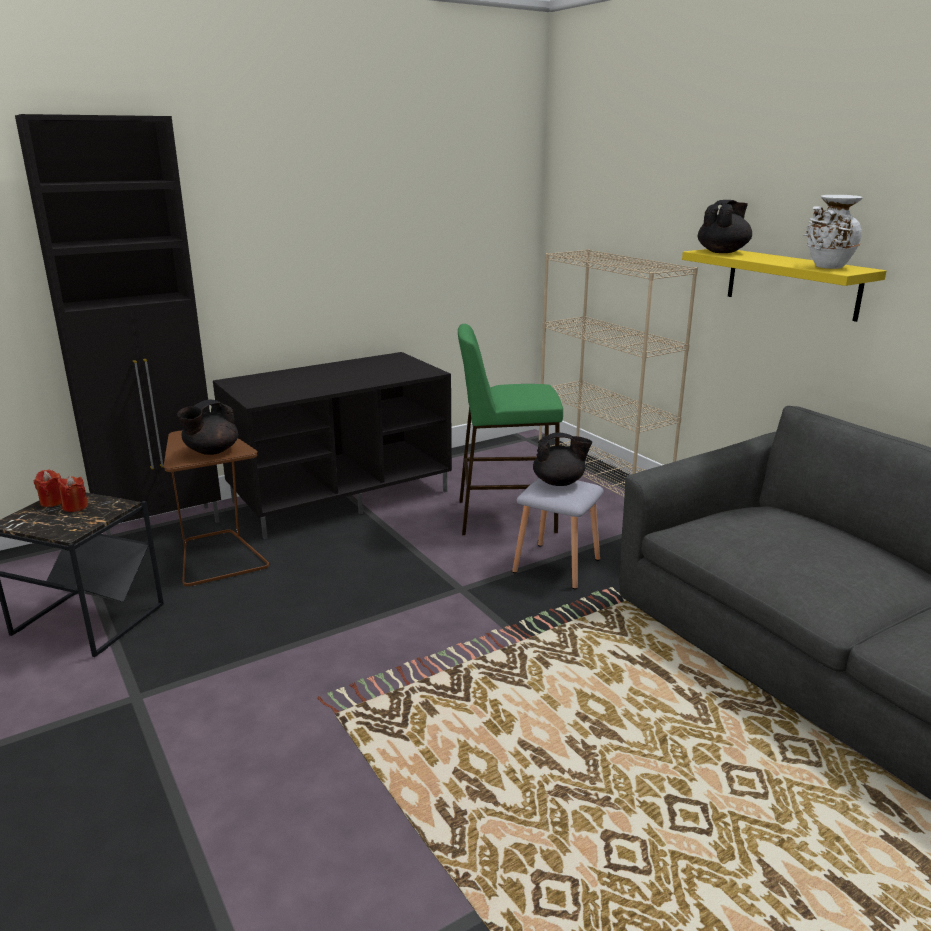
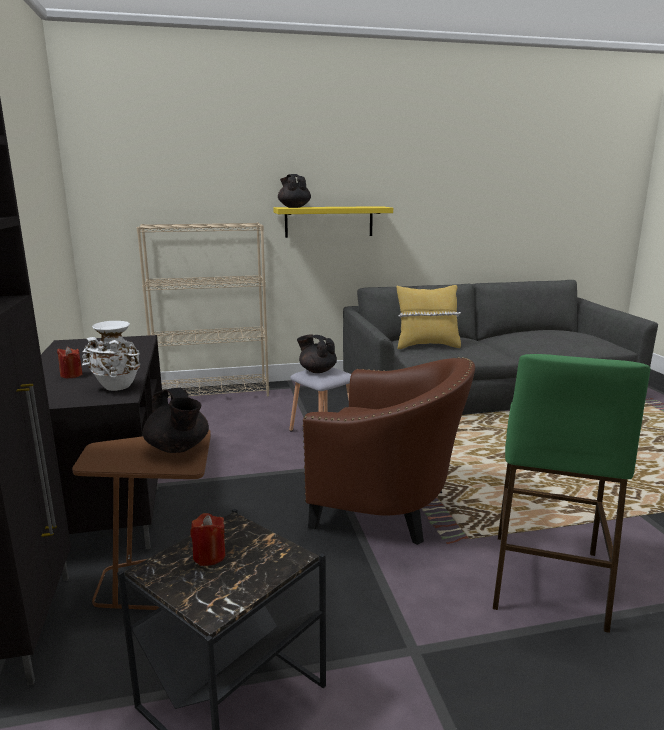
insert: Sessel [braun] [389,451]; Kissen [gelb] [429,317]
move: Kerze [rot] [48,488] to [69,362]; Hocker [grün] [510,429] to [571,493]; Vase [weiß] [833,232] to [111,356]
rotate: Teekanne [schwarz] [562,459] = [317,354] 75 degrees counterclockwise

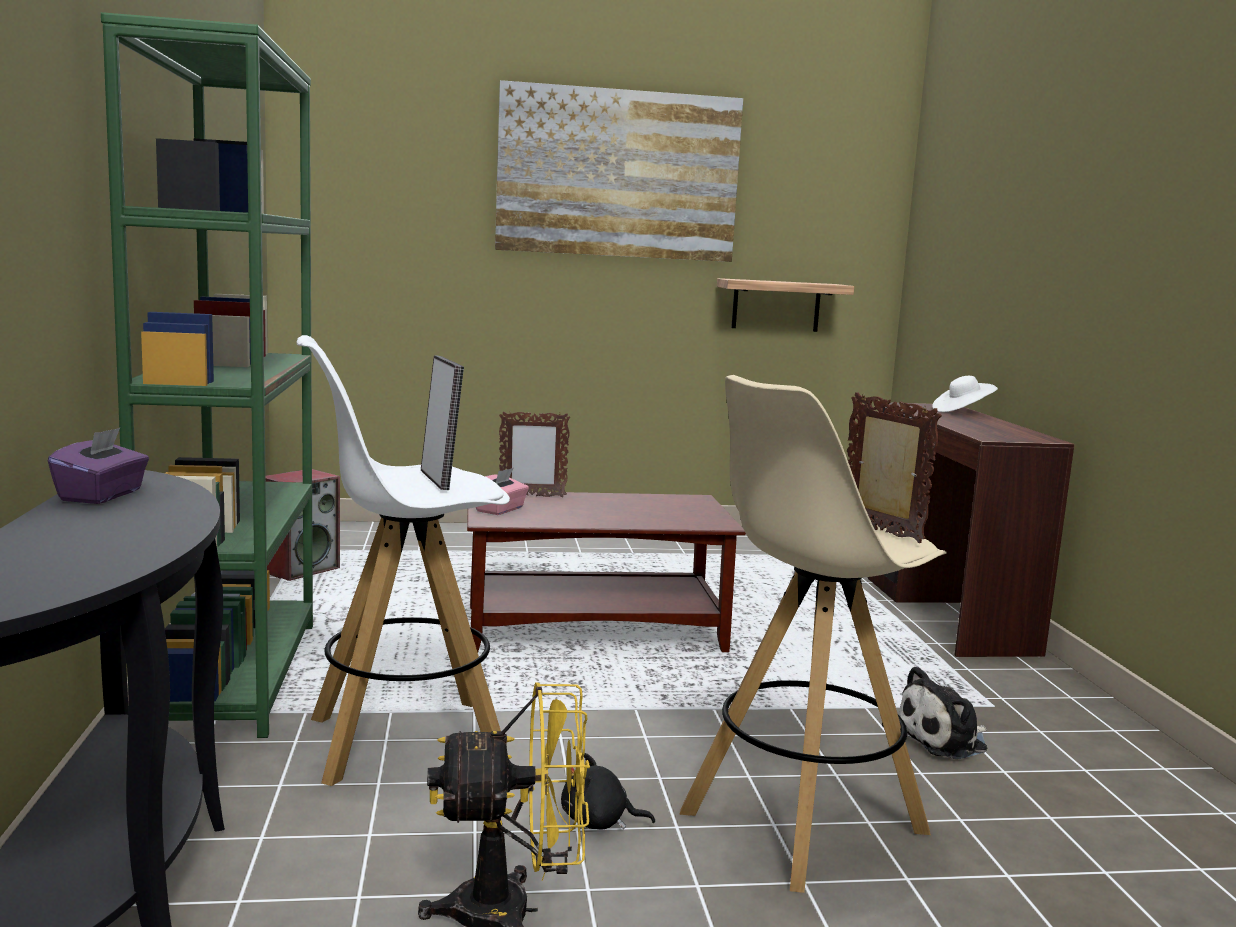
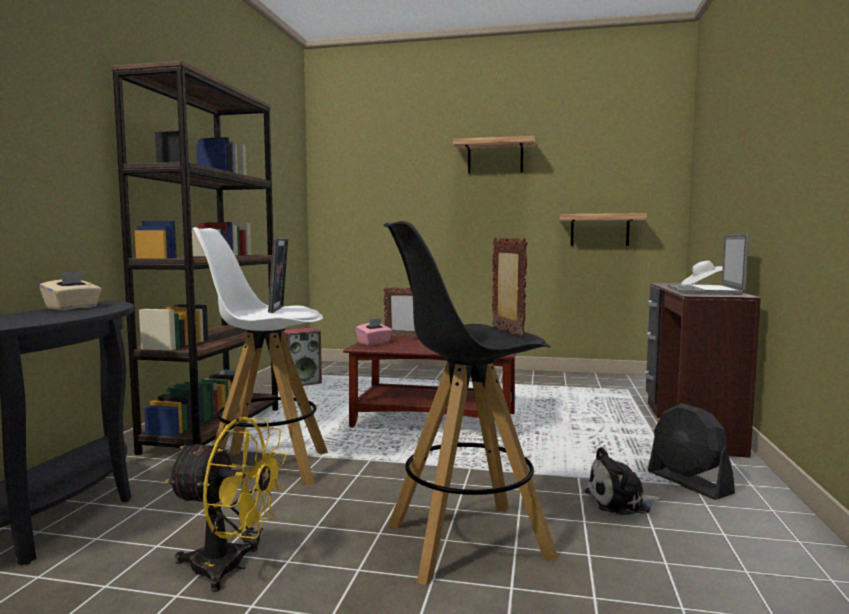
delete: Plüschtier [schwarz] [608,791]
insert: Ventilator [schwarz] [691,451]; Laptop [708,264]
replace: Bild [619,171] to Wandregal [494,155]
recolor: Taschentuchbox [lila] [98,466] to Taschentuchbox [beige] [70,290]; Bücherregal [grün] [207,375] to Bücherregal [braun] [194,257]; Hocker [beige] [813,634] to Hocker [schwarz] [470,403]

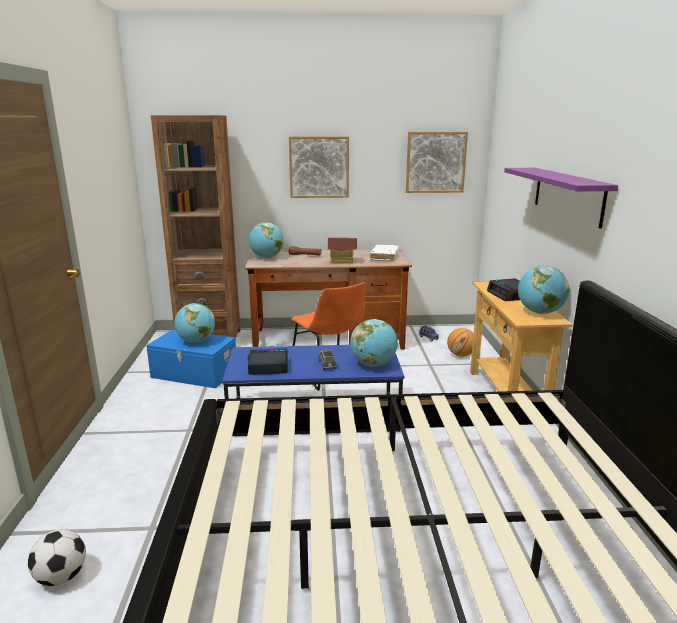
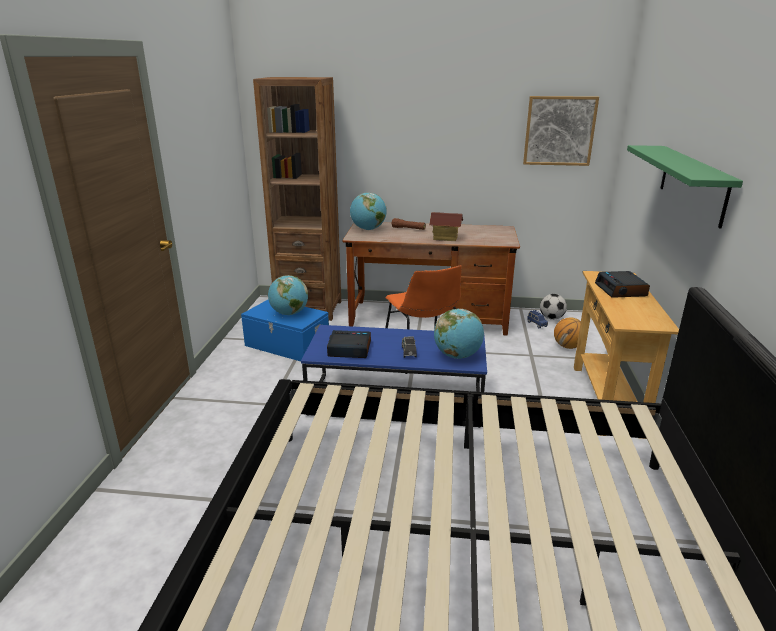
delete: Bild [319,167]; Buch [weiß] [384,252]; Globus [543,290]
move: Fußball [57,557] to [553,307]
recolor: Wandregal [lila] [561,198] to Wandregal [grün] [685,187]

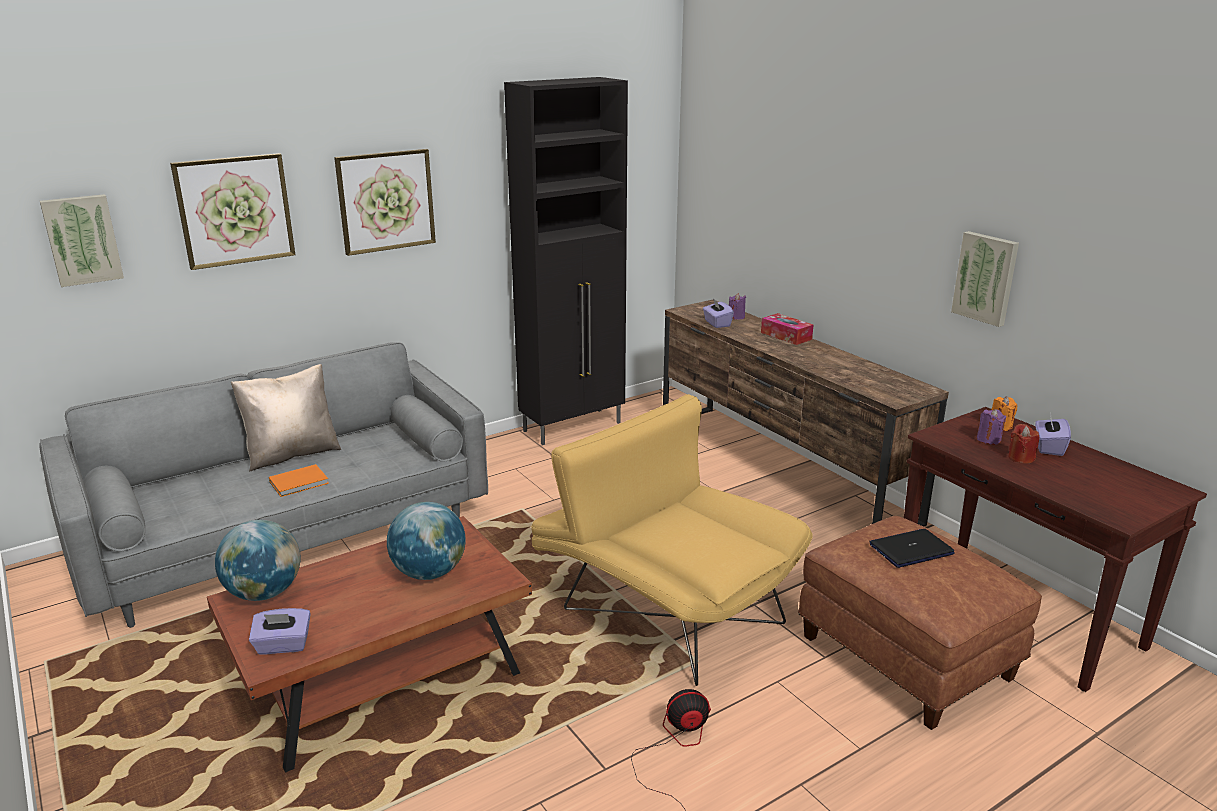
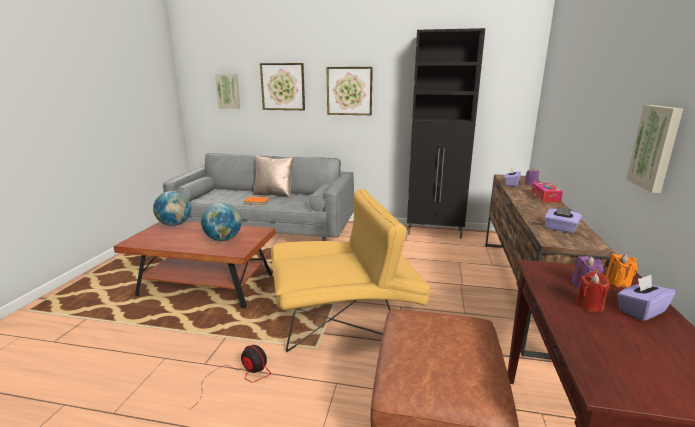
delete: Laptop [912,548]
move: Taschentuchbox [lila] [280,631] to [563,219]
rotate: Sessel [gelb] [672,540] = [351,270] 75 degrees clockwise

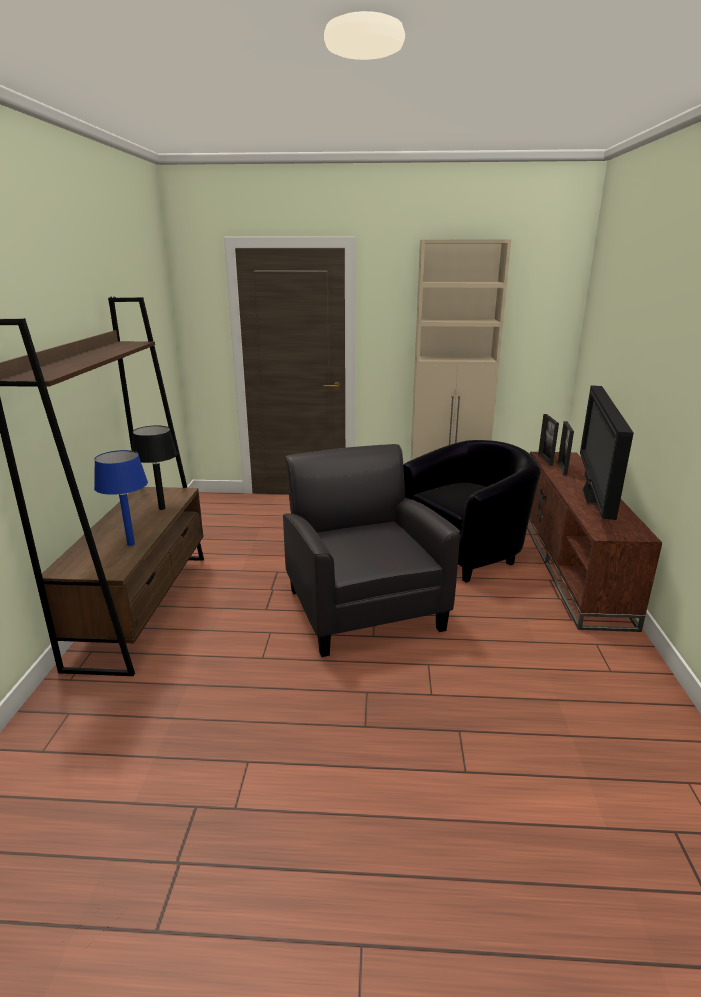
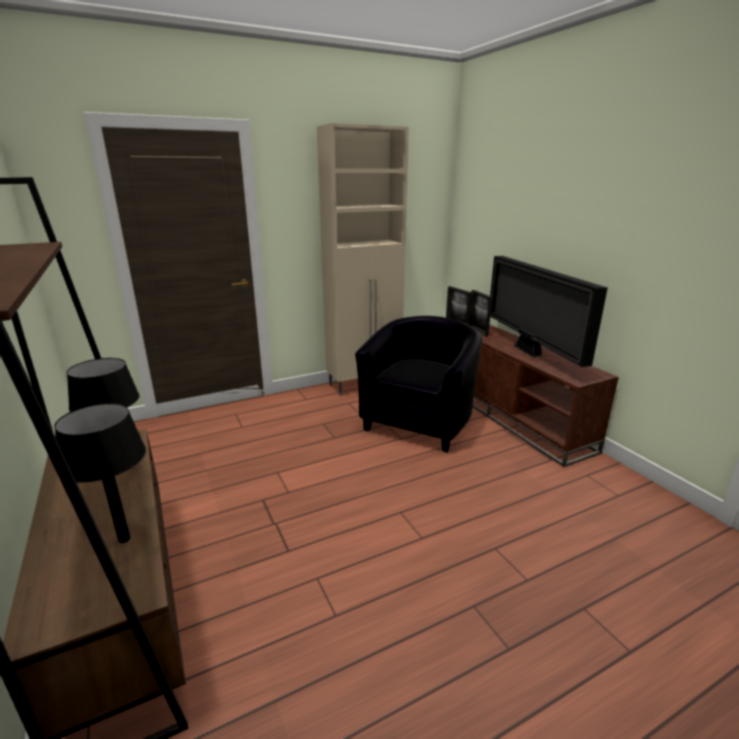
delete: Sessel [schwarz] [371,550]
recolor: Tischlampe [blau] [121,498] to Tischlampe [schwarz] [100,473]

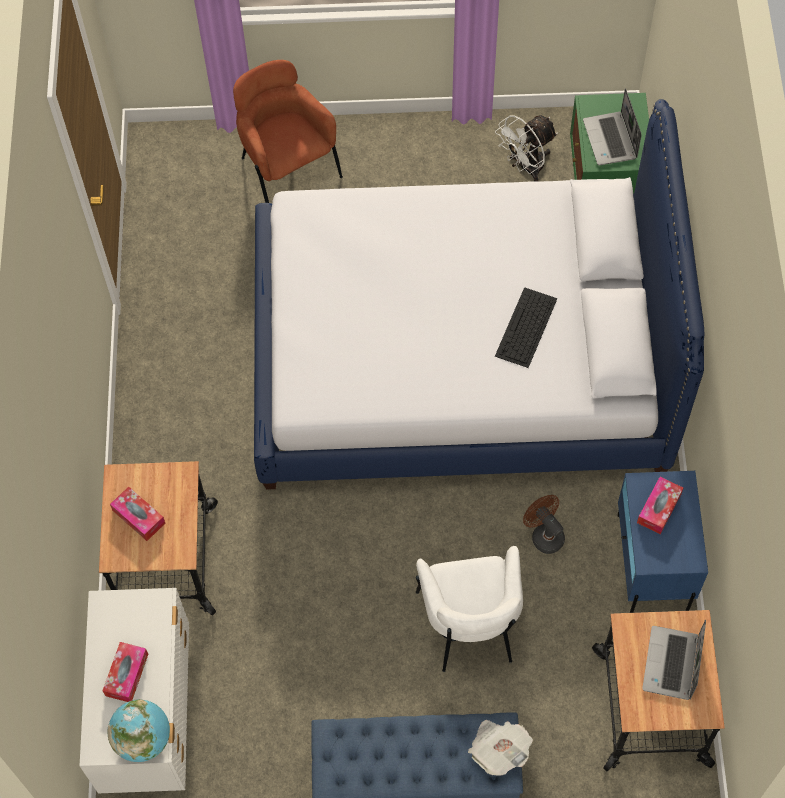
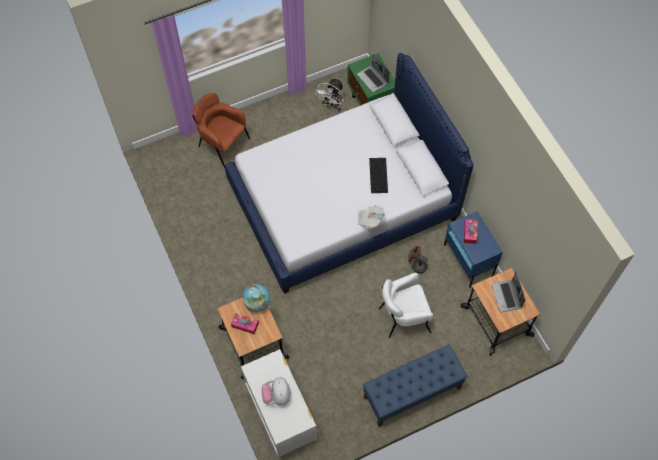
move: Globus [138,730] to [256,298]; Zeitung [500,748] to [371,216]
replace: Taschentuchbox [125,672] to Plüschtier [276,391]
rotate: Sessel [weiß] [469,609] = [406,305] 105 degrees clockwise

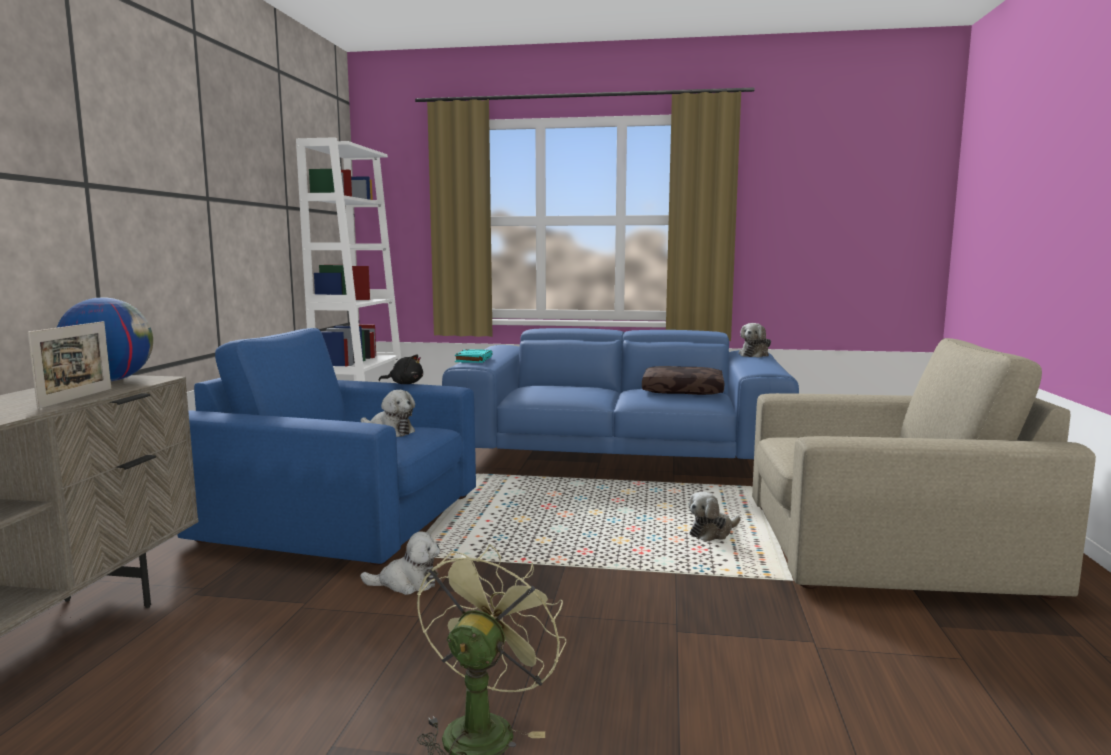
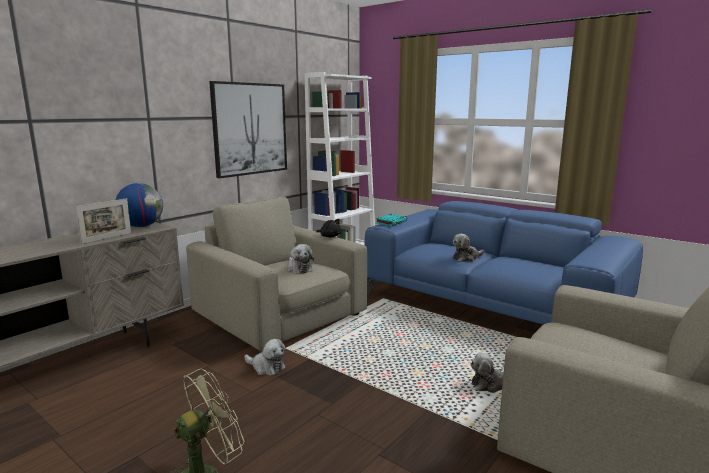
delete: Kissen [braun] [683,380]
insert: Bild [248,129]
move: Plüschtier [755,340] to [469,248]
recolor: Sessel [blau] [326,446] to Sessel [beige] [276,274]

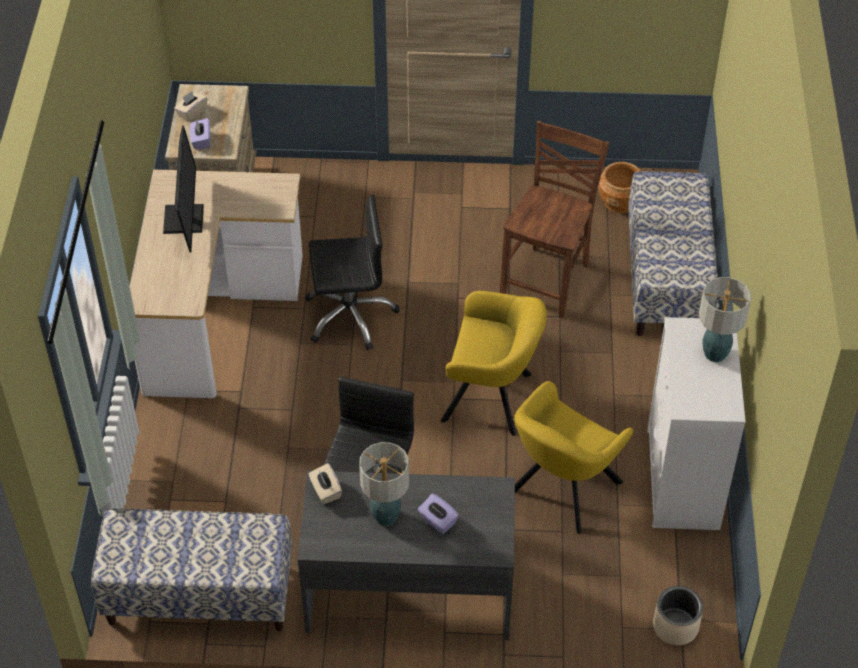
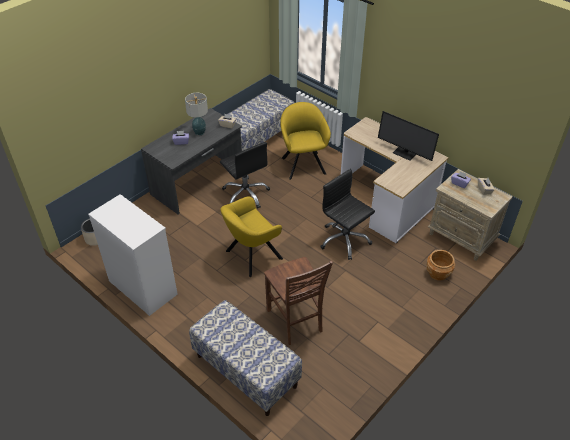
delete: Tischlampe [725,319]
move: Sessel [gelb] [573,457] to [305,141]; Pflanzkübel [braun] [619,187] to [440,265]
rotate: Bürostuhl [schwarz] [352,272] = [347,214] 105 degrees clockwise

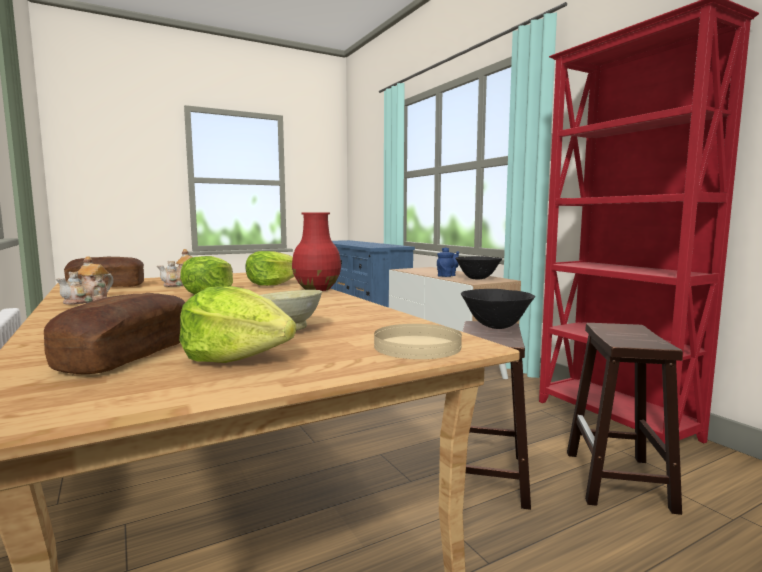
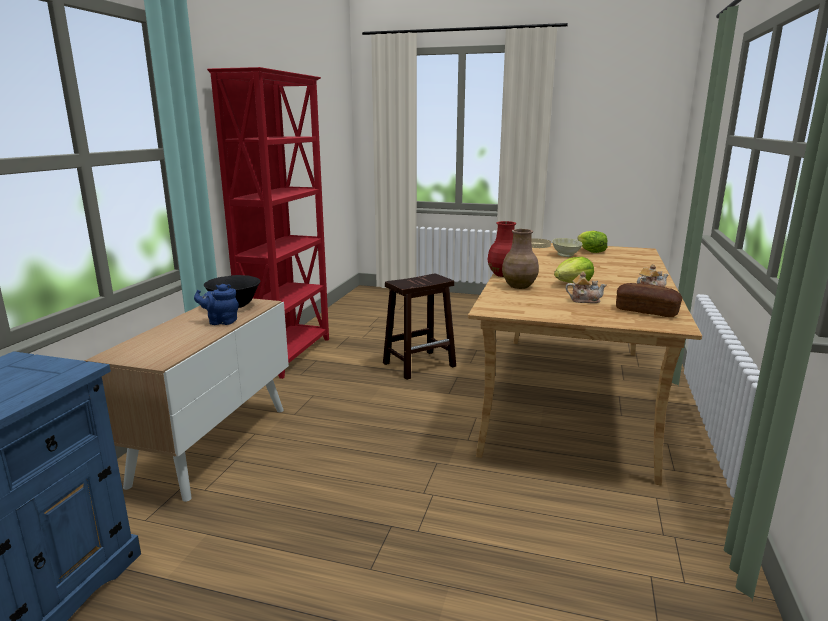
delete: Brot [114,333]; Schüssel [schwarz] [498,309]; Hocker [braun] [625,419]
replace: Salatkopf [270,268] to Vase [braun] [520,259]

